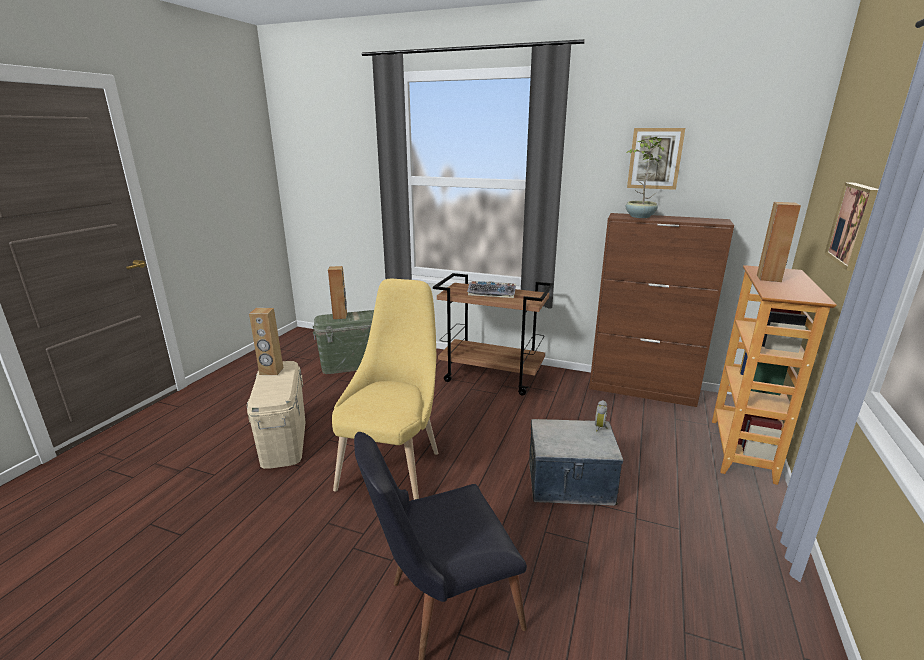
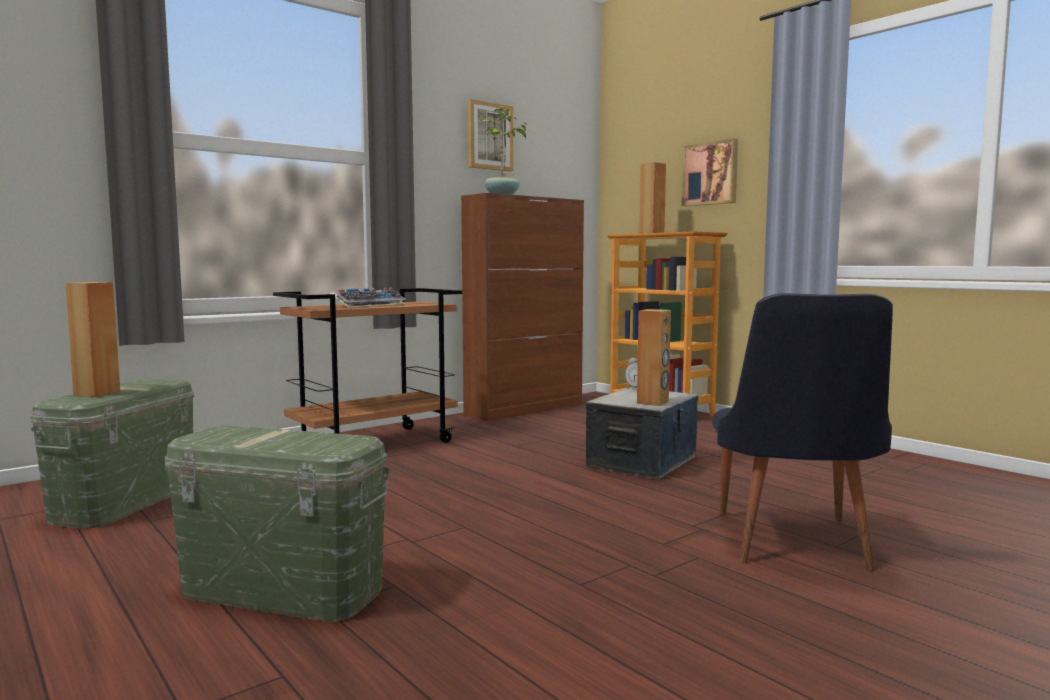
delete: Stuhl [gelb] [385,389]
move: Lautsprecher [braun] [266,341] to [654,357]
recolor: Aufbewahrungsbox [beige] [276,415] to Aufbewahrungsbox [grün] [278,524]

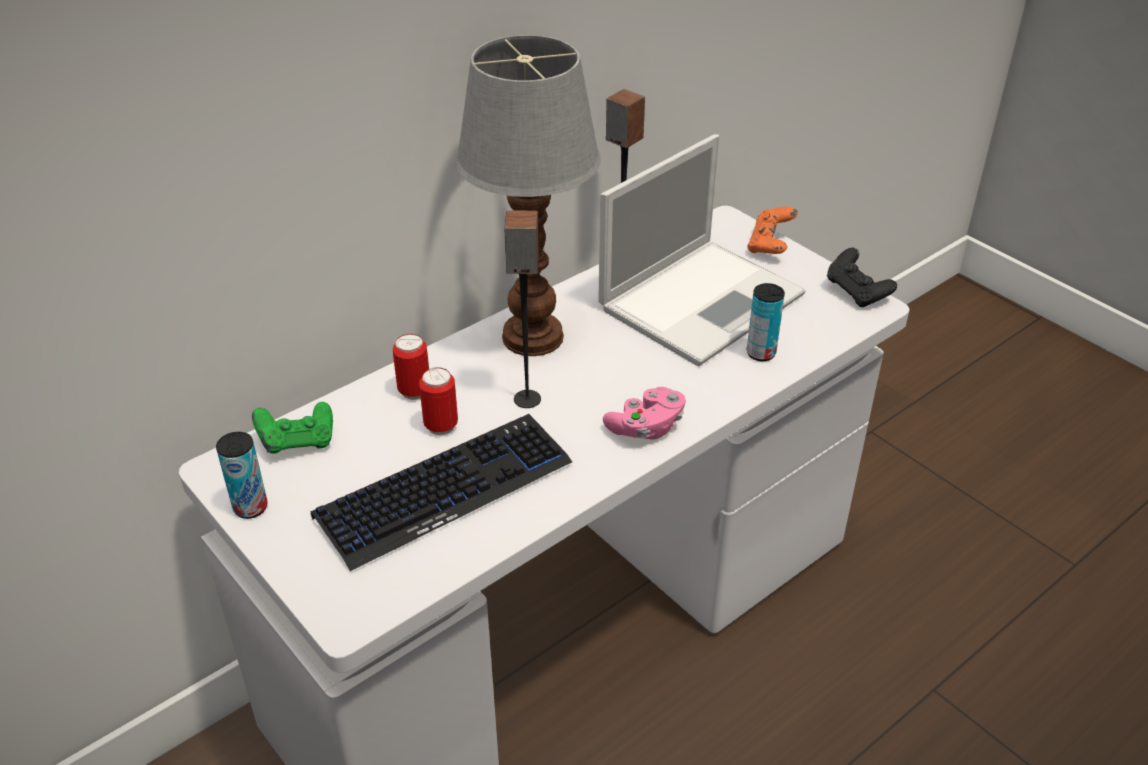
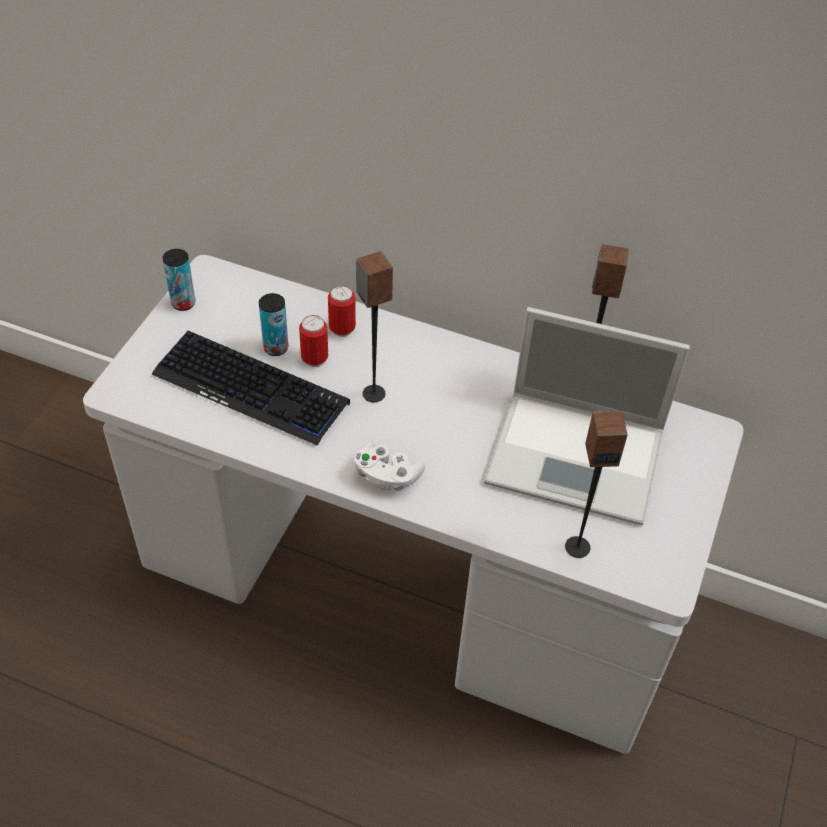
delete: Gamepad [grün] [292,428]; Tischlampe [528,195]; Gamepad [orange] [773,230]; Gamepad [schwarz] [862,277]
insert: Lautsprecher [596,484]
move: Dose [766,322] to [273,324]
recolor: Gamepad [rosa] [644,413] to Gamepad [weiß] [389,466]

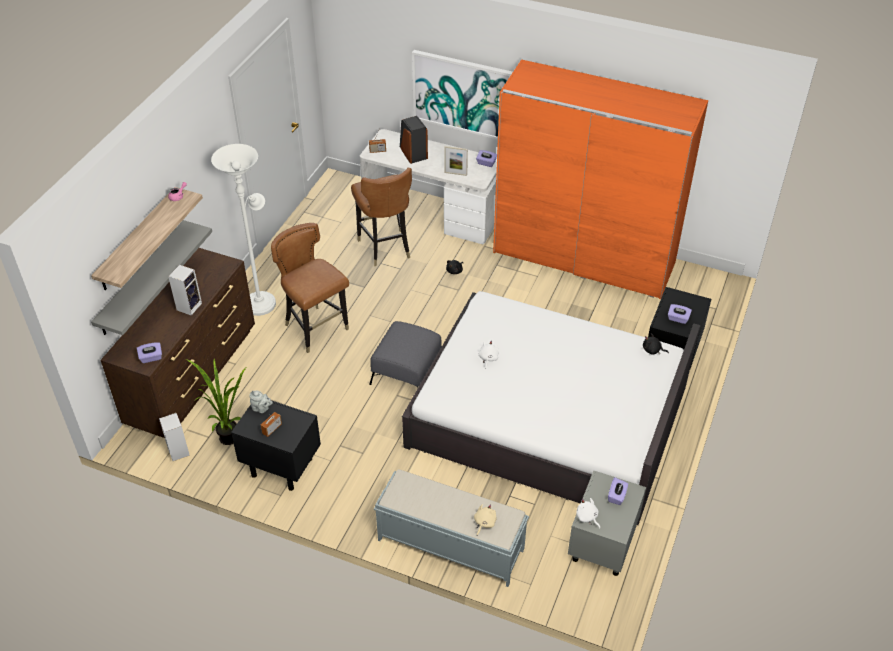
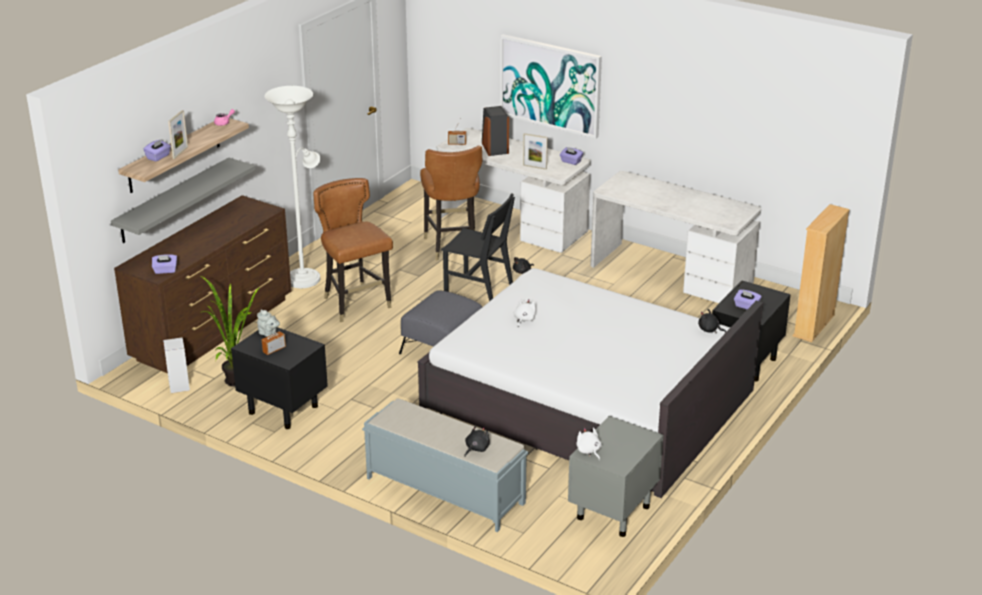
delete: Lautsprecher [185,290]
insert: Bilderrahmen [178,134]; Stuhl [schwarz] [478,247]; Bücherregal [beige] [821,273]
move: Taschentuchbox [lila] [618,491] to [157,150]
replace: Kleiderschrank [orange] [600,179] to Schreibtisch [weiß] [675,237]
recolor: Plüschtier [beige] [485,519] to Plüschtier [schwarz] [477,441]

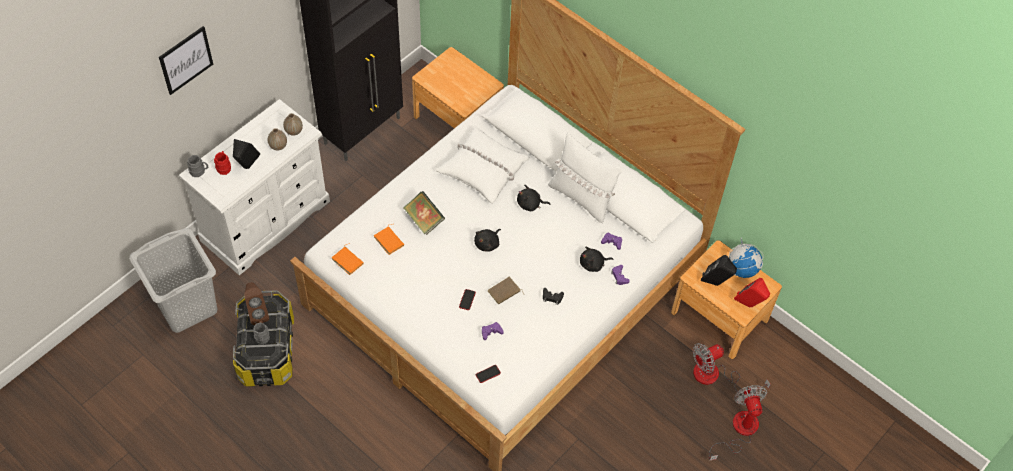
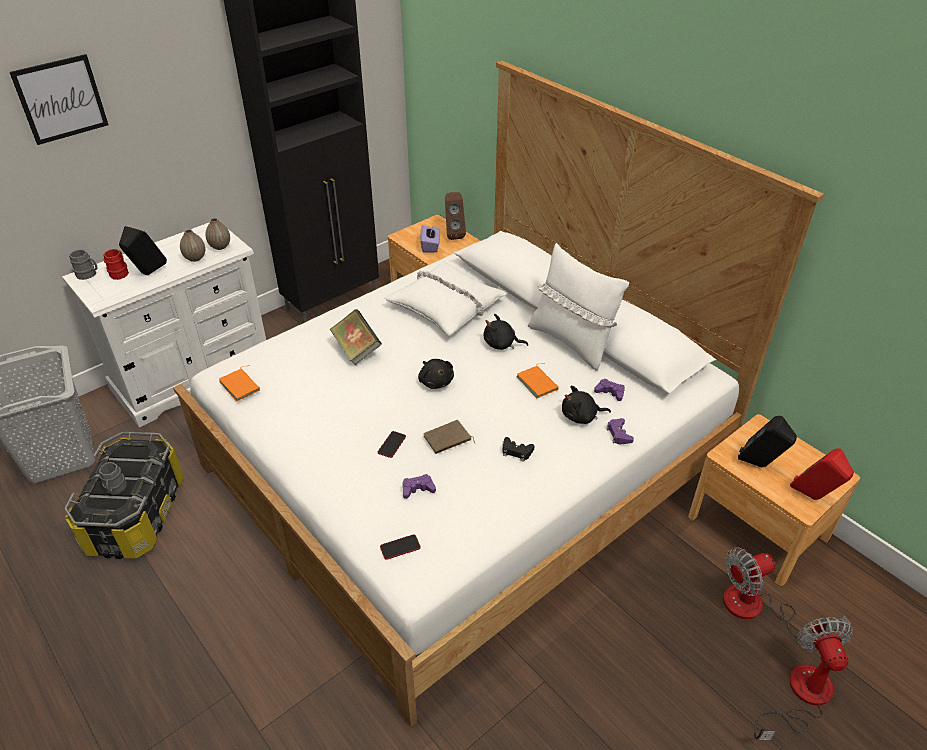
delete: Globus [745,258]
insert: Taschentuchbox [lila] [430,239]
move: Lautsprecher [braun] [256,303] to [455,216]; Buch [orange] [389,239] to [538,380]
rotate: Plüschtier [schwarz] [487,240] = [436,374] 75 degrees counterclockwise

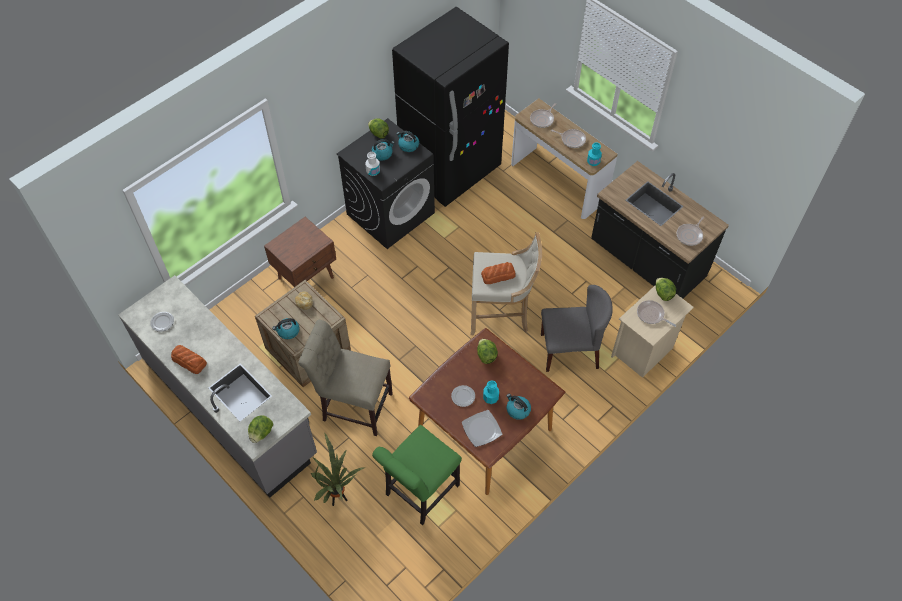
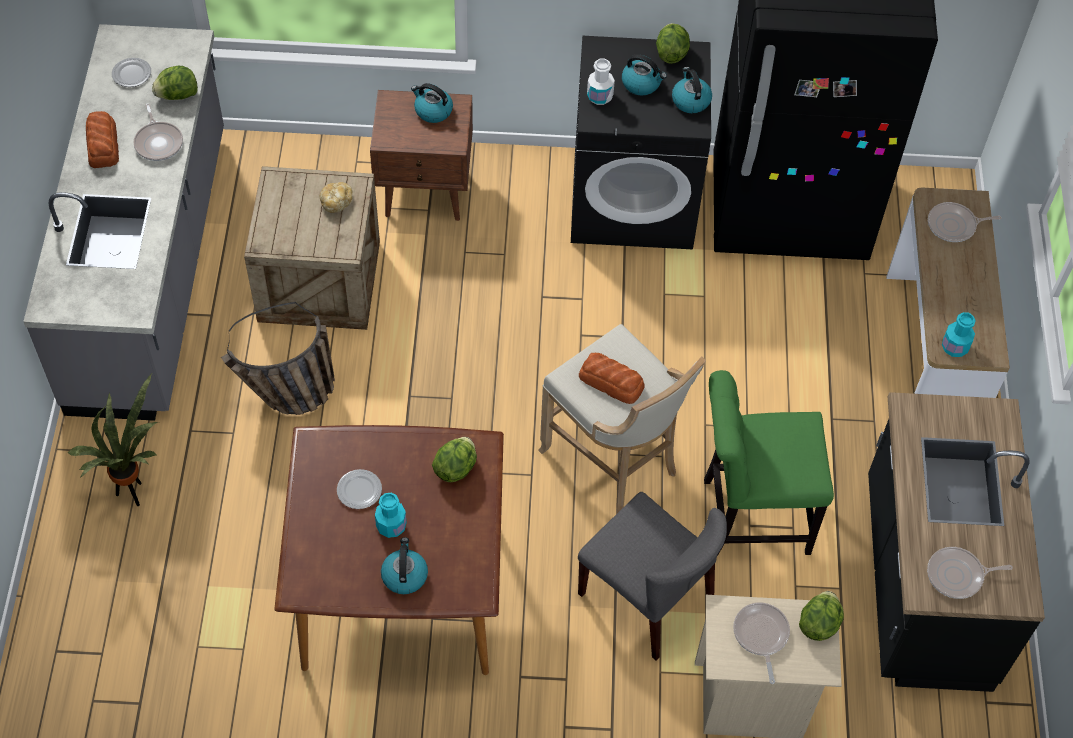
delete: Teller [482,428]
move: Salatkopf [260,429] to [175,83]; Wasserkessel [286,328] to [432,103]; Stuhl [grün] [417,475] to [769,463]; Pfanne [568,138] to [158,132]
replace: Stuhl [beige] [346,378] to Korb [278,358]

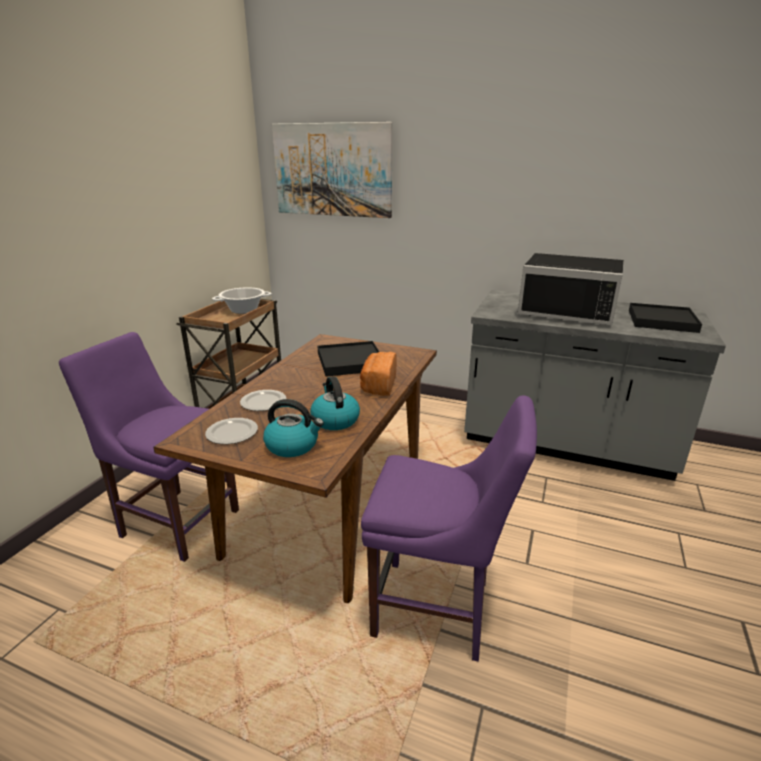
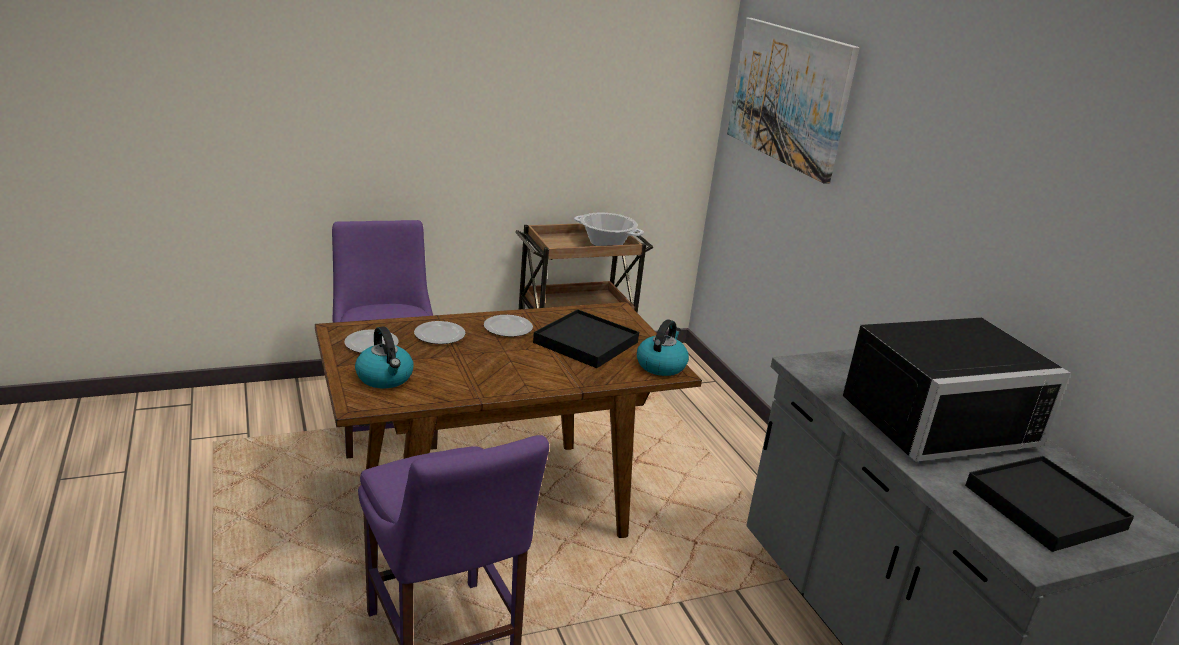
delete: Brot [378,374]
insert: Teller [508,326]
move: Wasserkessel [335,403] to [663,347]
rotate: Mikrowelle [schwarz] [571,289] = [956,390] 90 degrees counterclockwise

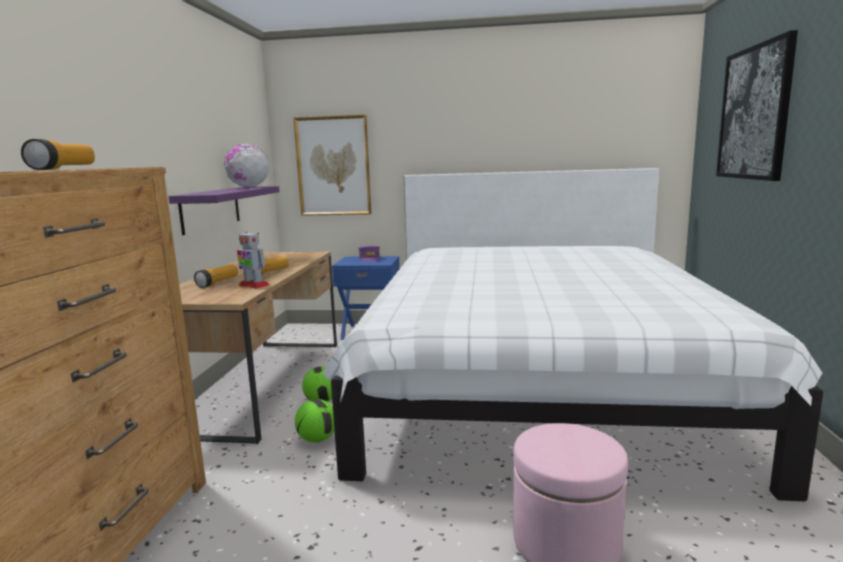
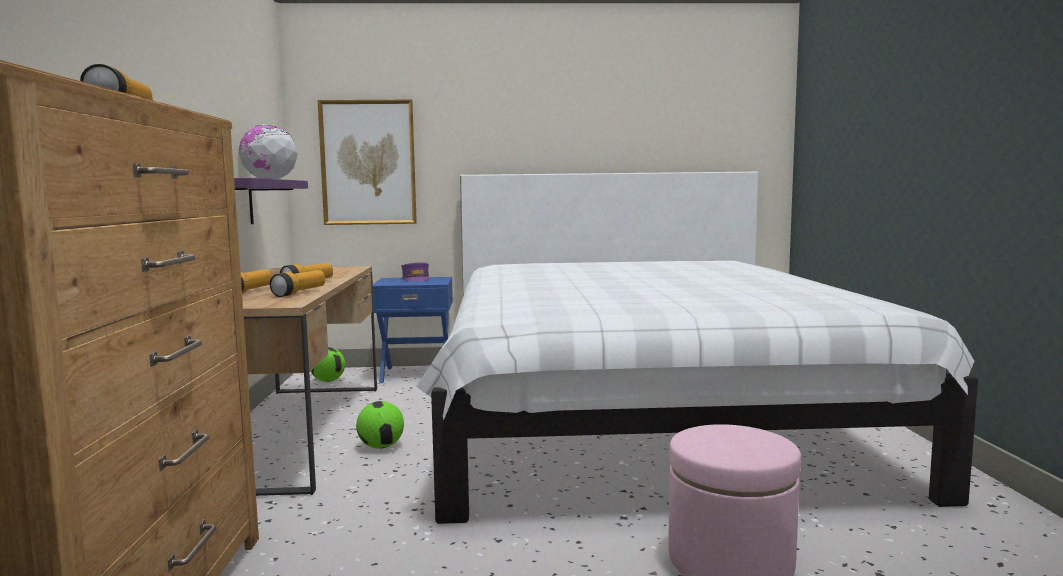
delete: Bild [757,105]
move: Fußball [315,421] to [328,364]
replace: Spielzeugroboter [253,260] to Taschenlampe [297,283]

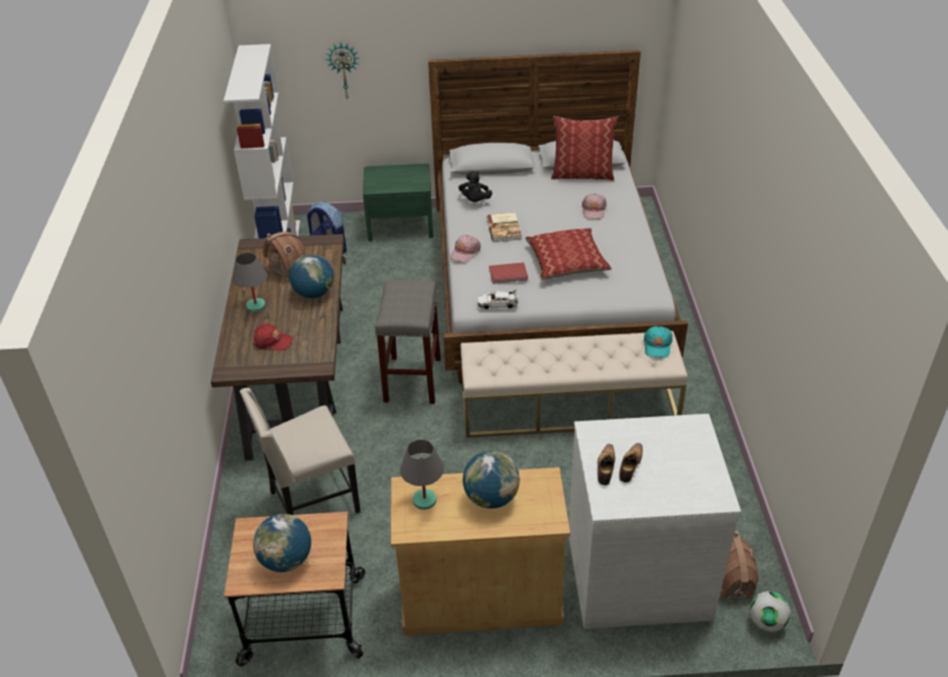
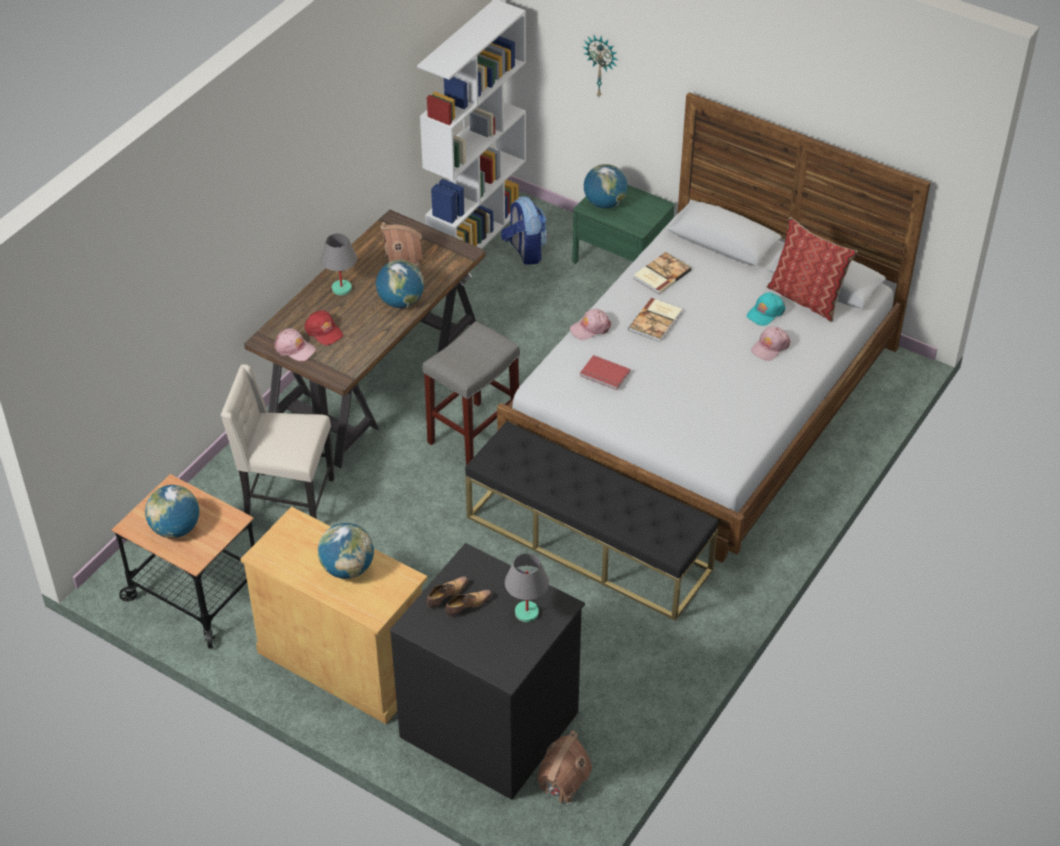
delete: Spielzeugauto [weiß] [498,299]; Kissen [568,254]; Fußball [770,611]
insert: Kappe [rosa] [295,344]; Globus [605,186]
move: Tischlampe [grau] [422,474] to [527,587]; Kappe [türkis] [658,342] to [766,309]
replace: Plüschtier [schwarz] [475,186] to Buch [662,273]
recolor: Bank [beige] [574,384] to Bank [schwarz] [591,521]; Kommode [weiß] [655,521] to Kommode [schwarz] [487,671]

